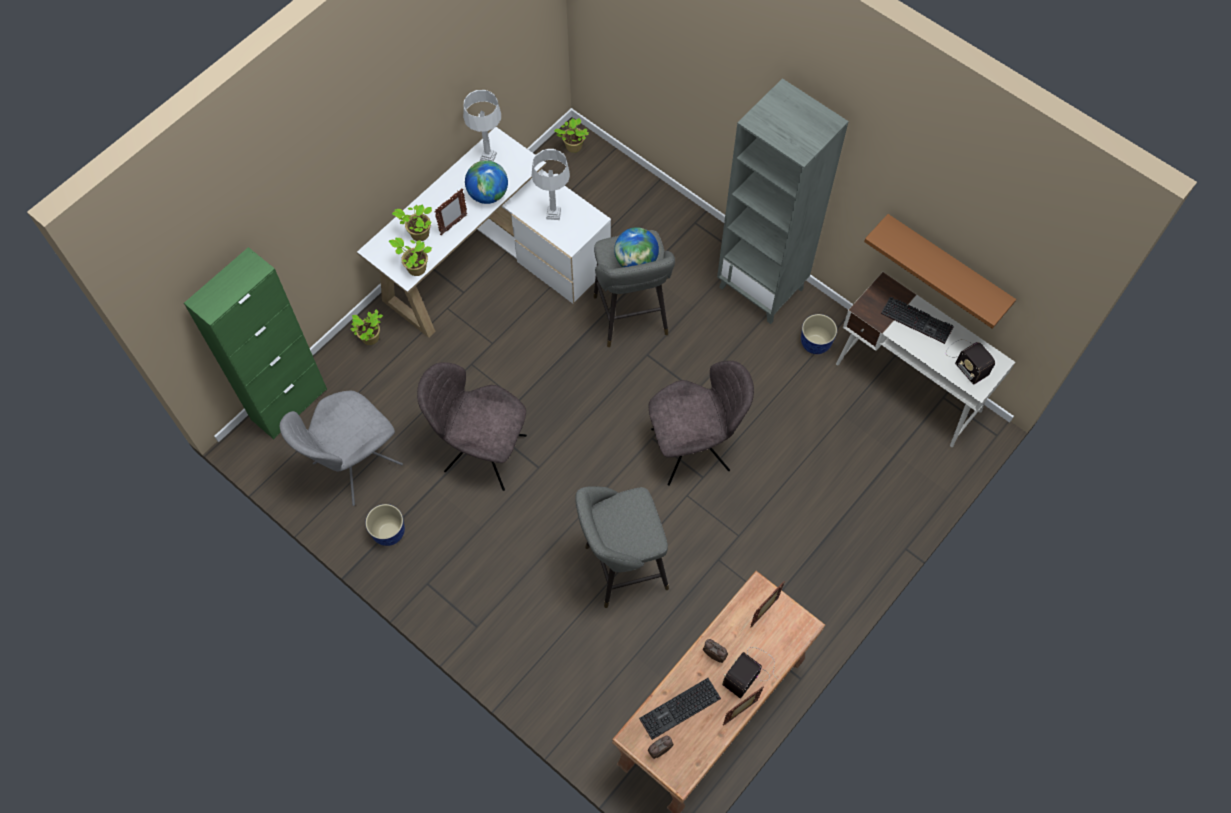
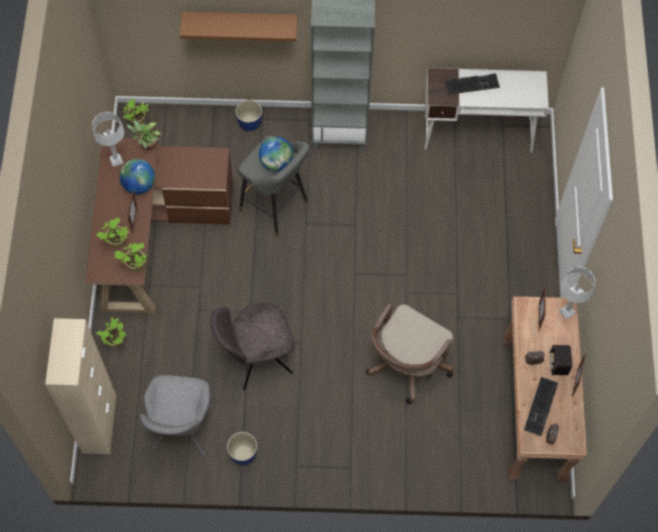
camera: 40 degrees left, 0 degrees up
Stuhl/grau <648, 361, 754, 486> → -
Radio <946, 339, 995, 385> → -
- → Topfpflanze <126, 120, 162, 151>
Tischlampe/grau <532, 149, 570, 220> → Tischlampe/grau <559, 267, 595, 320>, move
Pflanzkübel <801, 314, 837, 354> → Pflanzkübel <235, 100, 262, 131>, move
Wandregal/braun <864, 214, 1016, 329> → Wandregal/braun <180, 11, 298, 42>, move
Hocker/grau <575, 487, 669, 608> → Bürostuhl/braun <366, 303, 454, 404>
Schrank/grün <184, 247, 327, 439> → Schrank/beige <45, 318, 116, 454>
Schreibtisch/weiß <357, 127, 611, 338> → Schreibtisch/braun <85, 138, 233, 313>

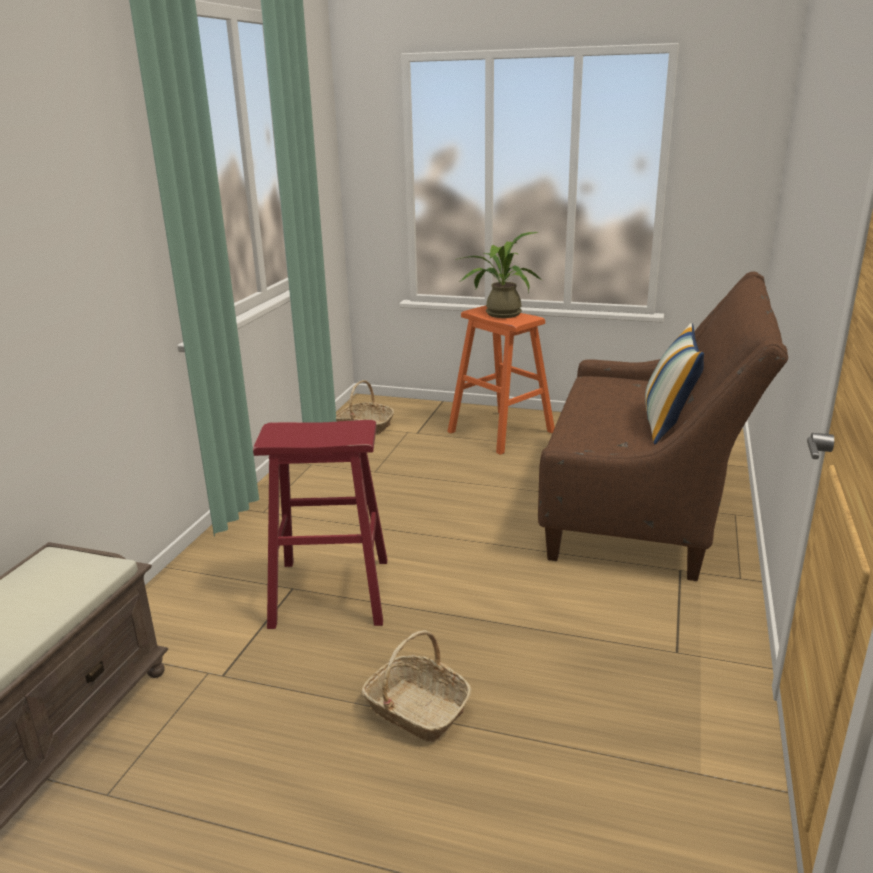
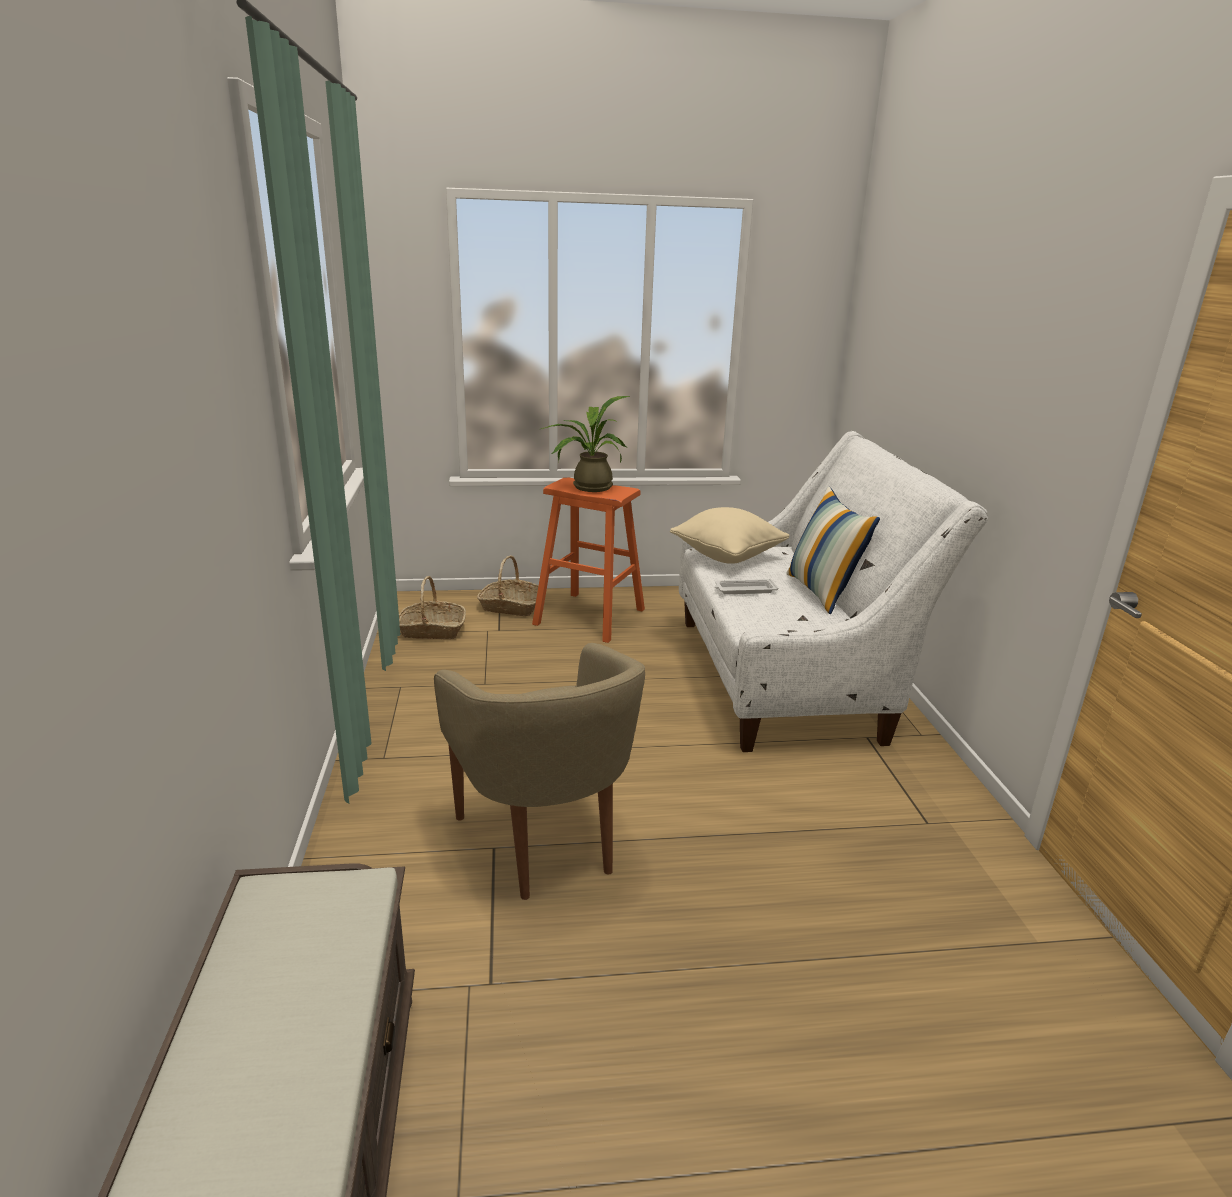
camera: 25 degrees left, 0 degrees up
- → Kissen/beige <670, 507, 790, 564>
- → Tablett/weiß <714, 579, 778, 594>
Korb <362, 630, 472, 742> → Korb <477, 556, 539, 616>, move
Hocker/rot <253, 420, 387, 629> → Sessel/beige <434, 643, 645, 900>
Sofa/braun <538, 271, 788, 581> → Sofa/weiß <679, 431, 988, 752>

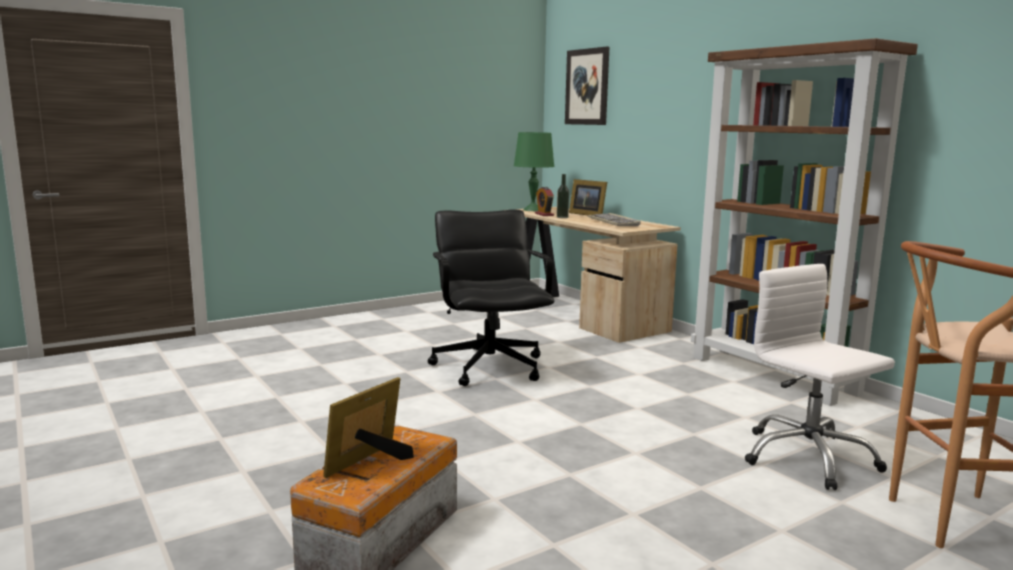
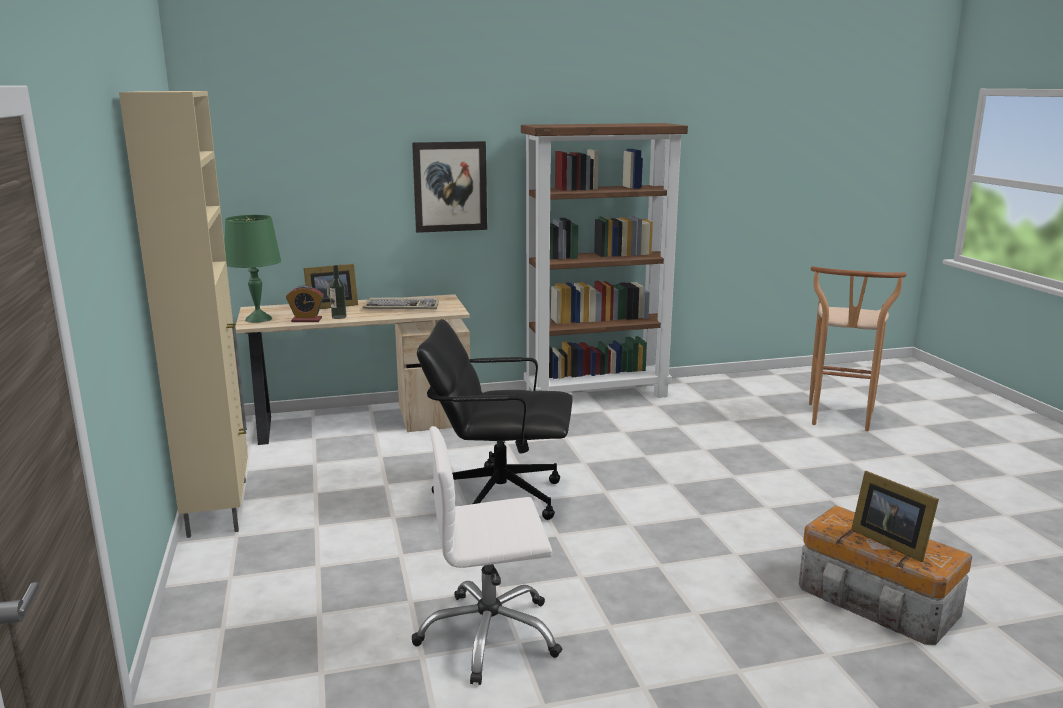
camera: 70 degrees left, 5 degrees up
- → Schrank/beige <119, 91, 248, 538>
Bild <565, 47, 609, 125> → Bild <412, 141, 487, 233>, move
Bürostuhl/weiß <745, 264, 895, 490> → Bürostuhl/weiß <412, 426, 562, 685>, move

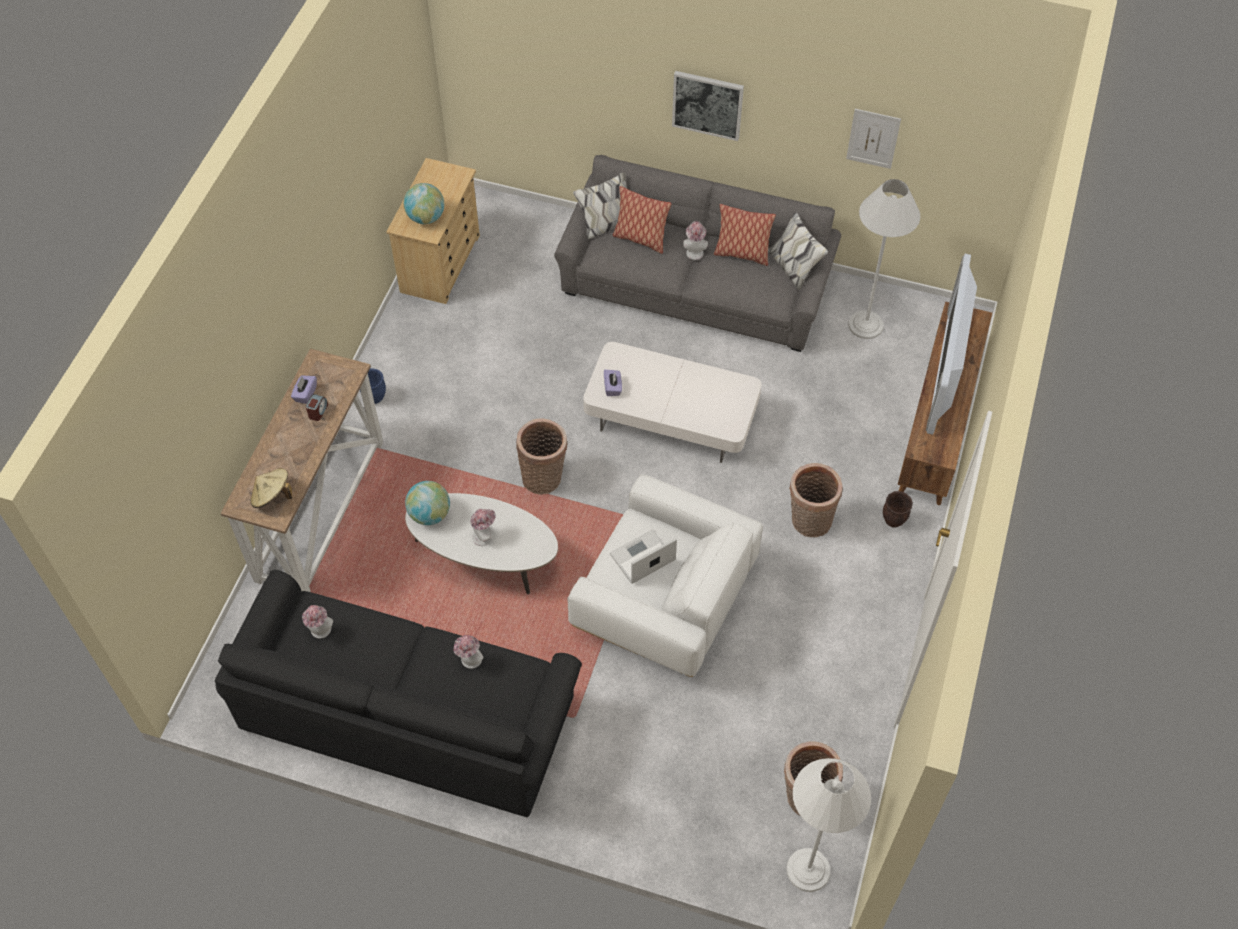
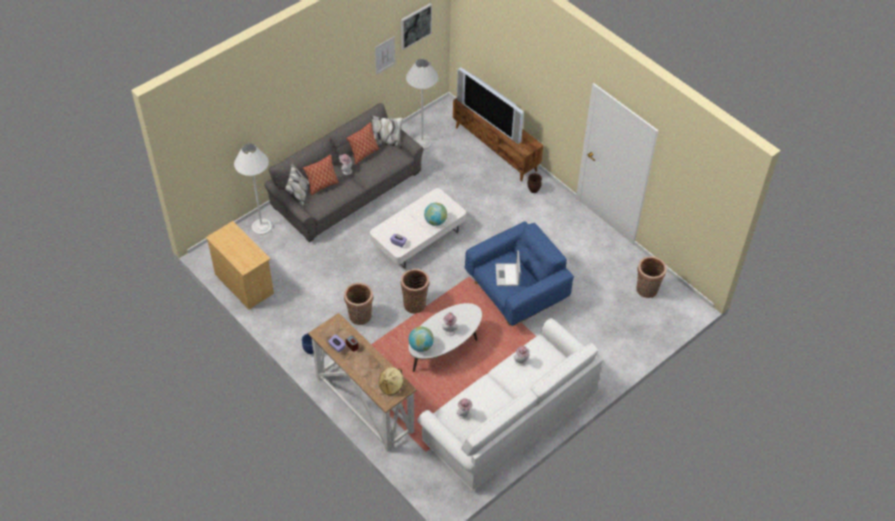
camera: 60 degrees left, 5 degrees down
Globus <404, 183, 444, 224> → Globus <424, 203, 447, 226>, move
Bild <672, 71, 744, 141> → Bild <401, 3, 432, 50>, move
Stehlampe/weiß <786, 758, 871, 892> → Stehlampe/weiß <234, 143, 272, 235>, move
Korb <789, 463, 843, 537> → Korb <344, 283, 373, 325>, move
Sofa/schwarz <215, 570, 582, 817> → Sofa/weiß <418, 318, 603, 490>
Sessel/weiß <567, 474, 763, 677> → Sessel/blau <465, 221, 574, 326>

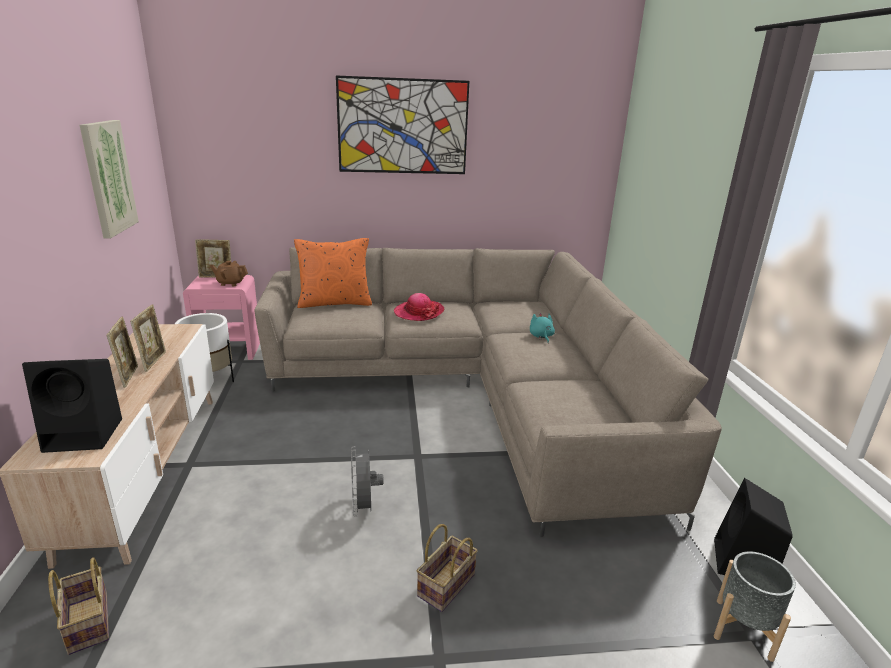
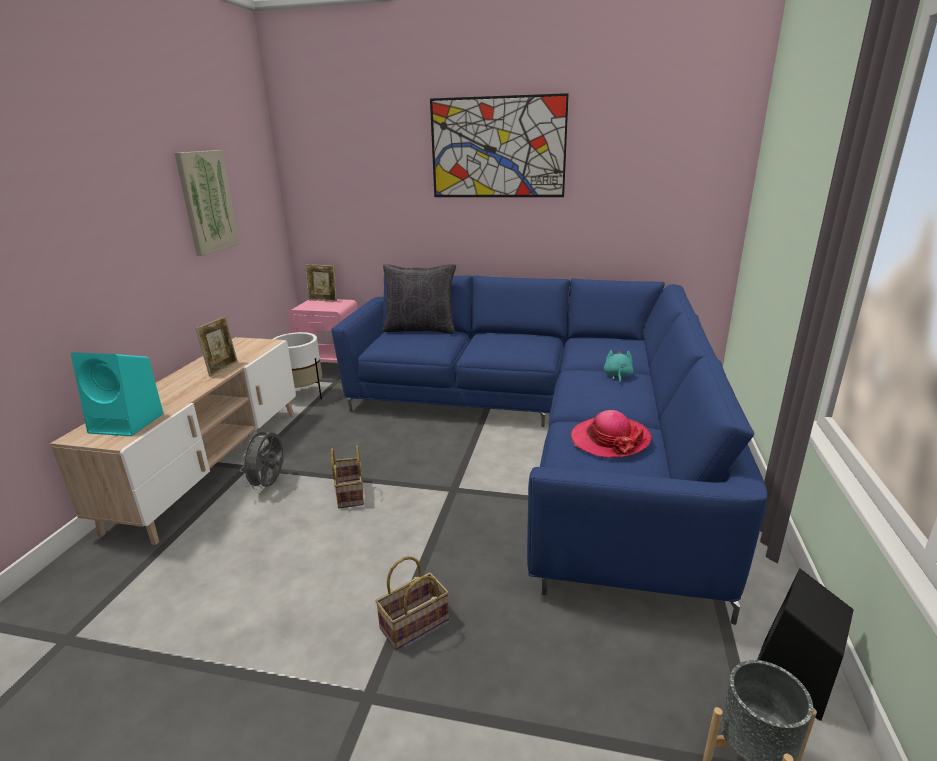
camera: 20 degrees right, 0 degrees up
Bilderrahmen <107, 317, 138, 388> → -
Teekanne/braun <210, 261, 248, 286> → -
Korb <48, 557, 109, 655> → Korb <331, 445, 364, 508>, move
Ventilator/grau <351, 446, 384, 517> → Ventilator/grau <239, 428, 283, 490>, move
Hut <394, 293, 445, 321> → Hut <571, 410, 652, 458>, move
Lautsprecher/schwarz <22, 359, 122, 453> → Lautsprecher/türkis <71, 352, 164, 436>
Sofa/beige <254, 247, 722, 537> → Sofa/blau <331, 274, 768, 625>
Kissen/orange <294, 238, 372, 308> → Kissen/schwarz <382, 264, 456, 334>

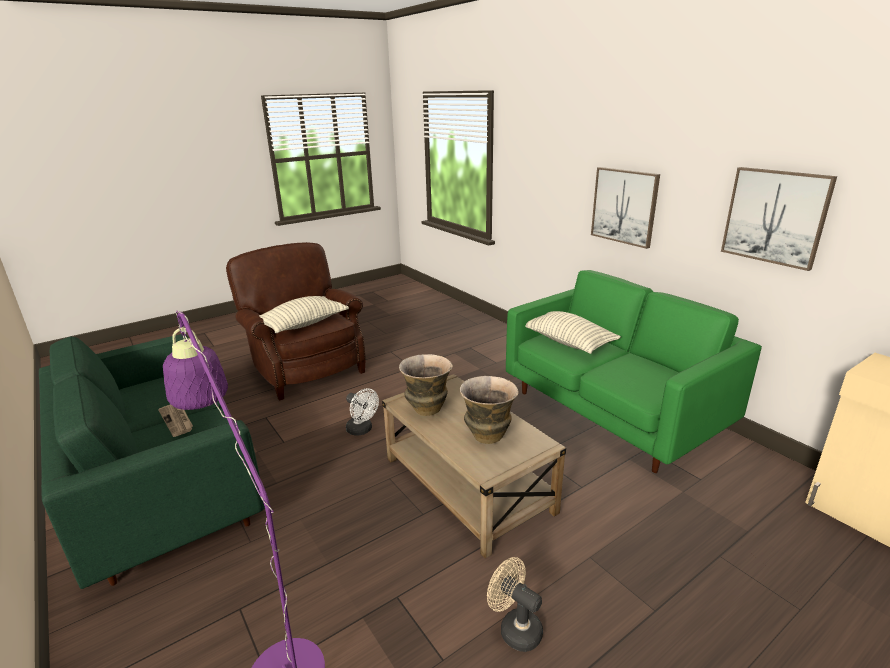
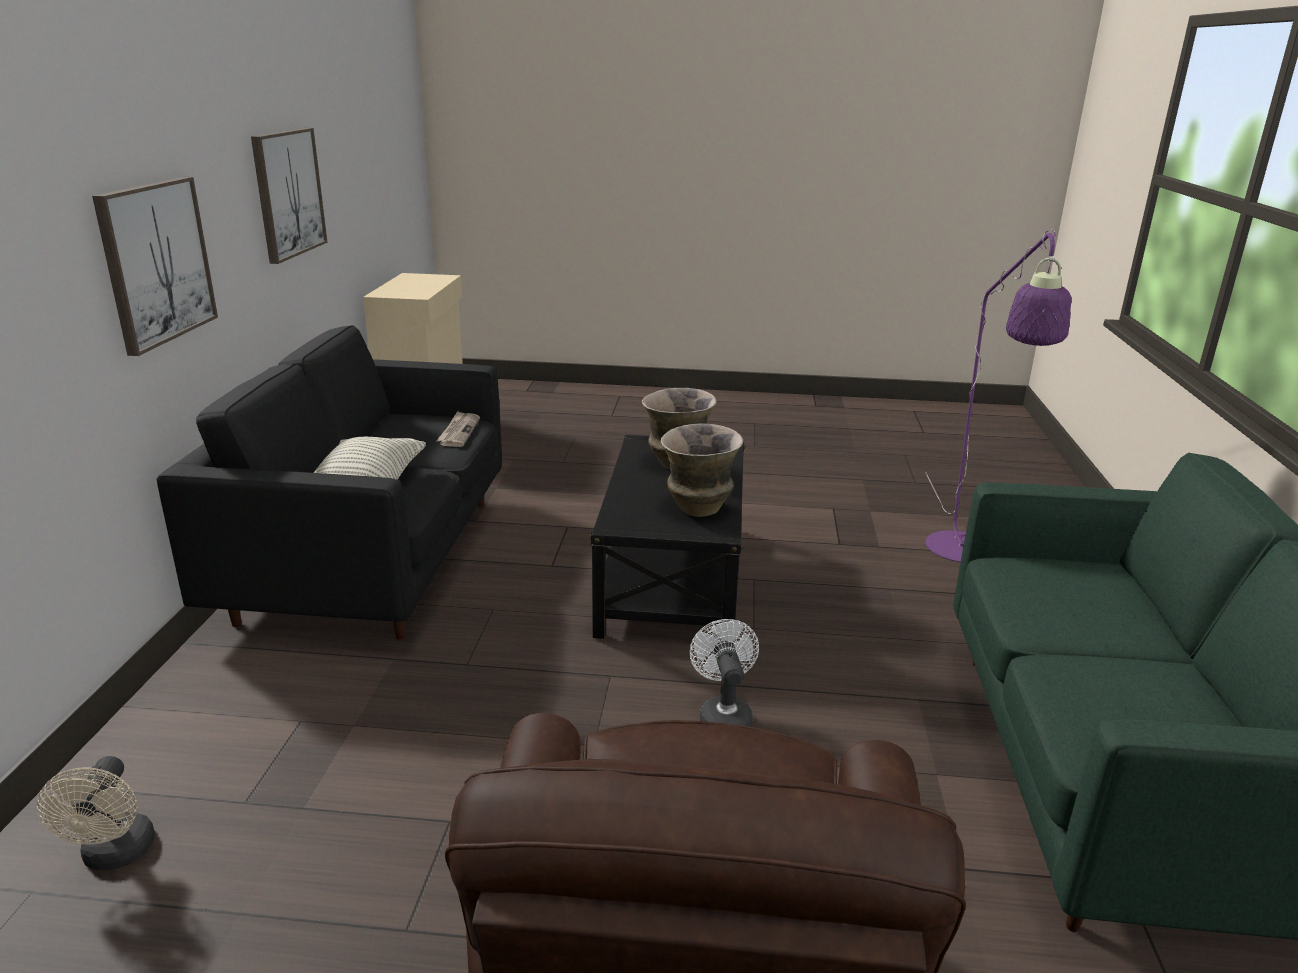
camera: 140 degrees left, 0 degrees up
Kissen <259, 296, 349, 333> → -
Zeitung <158, 404, 193, 437> → Zeitung <436, 411, 480, 447>, move
Ventilator/beige <487, 557, 543, 652> → Ventilator/beige <37, 756, 155, 870>, move
Couchtisch/beige <382, 374, 566, 559> → Couchtisch/schwarz <590, 435, 745, 644>
Sofa/grün <506, 270, 762, 473> → Sofa/schwarz <156, 325, 502, 639>

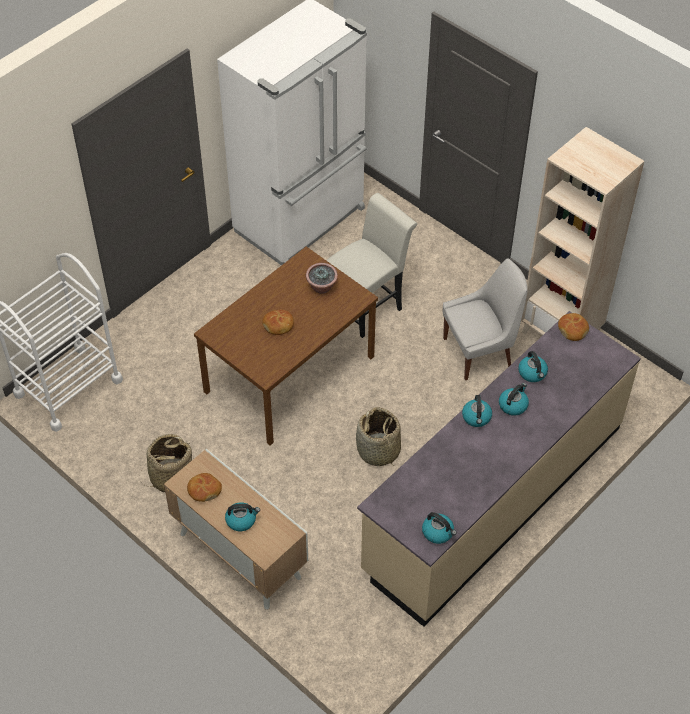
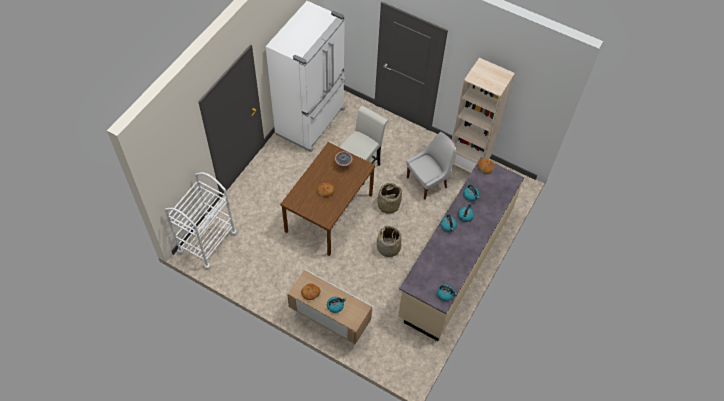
camera: 15 degrees left, 5 degrees up
Korb <141, 434, 195, 492> → Korb <377, 183, 402, 214>, move

